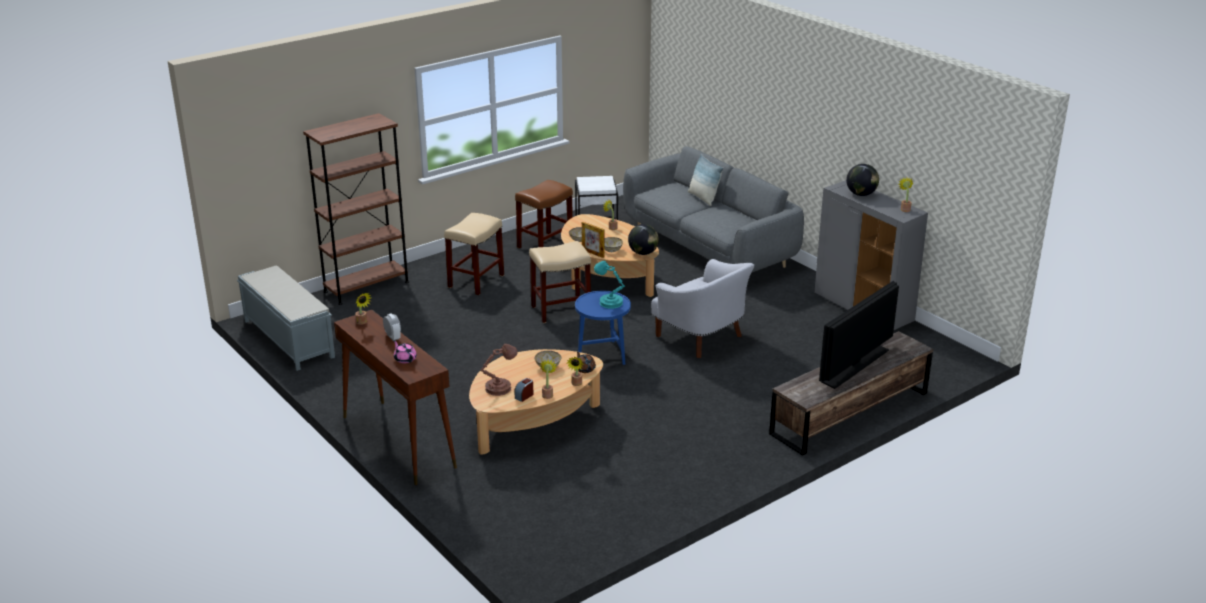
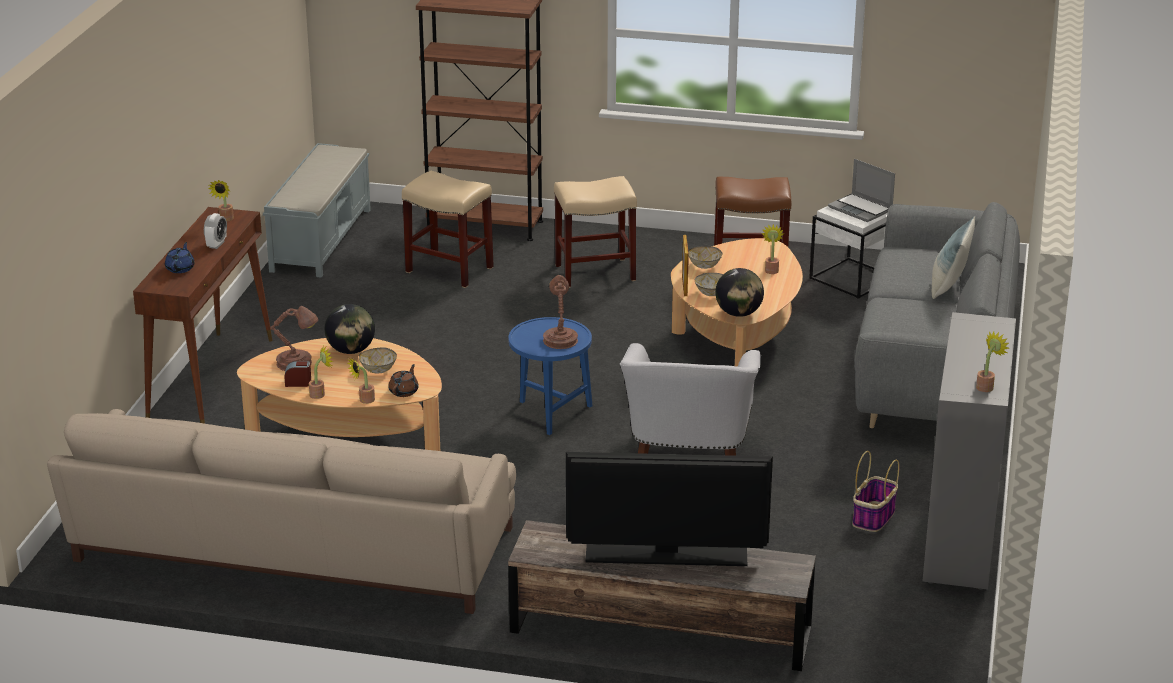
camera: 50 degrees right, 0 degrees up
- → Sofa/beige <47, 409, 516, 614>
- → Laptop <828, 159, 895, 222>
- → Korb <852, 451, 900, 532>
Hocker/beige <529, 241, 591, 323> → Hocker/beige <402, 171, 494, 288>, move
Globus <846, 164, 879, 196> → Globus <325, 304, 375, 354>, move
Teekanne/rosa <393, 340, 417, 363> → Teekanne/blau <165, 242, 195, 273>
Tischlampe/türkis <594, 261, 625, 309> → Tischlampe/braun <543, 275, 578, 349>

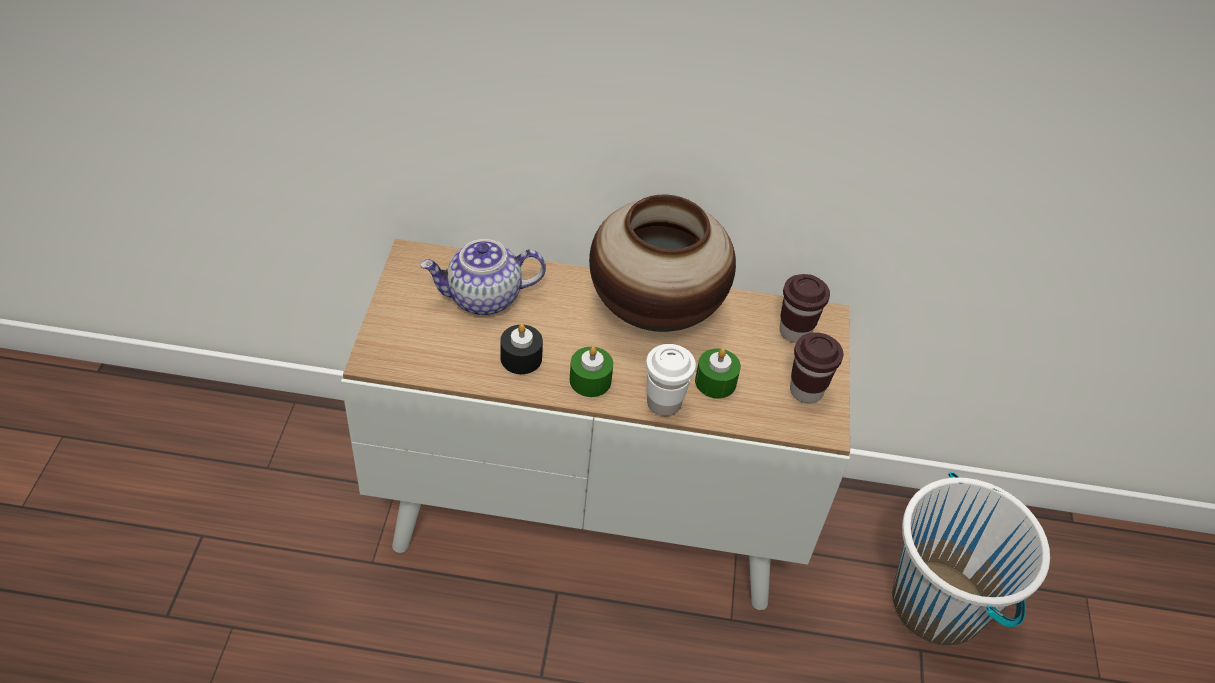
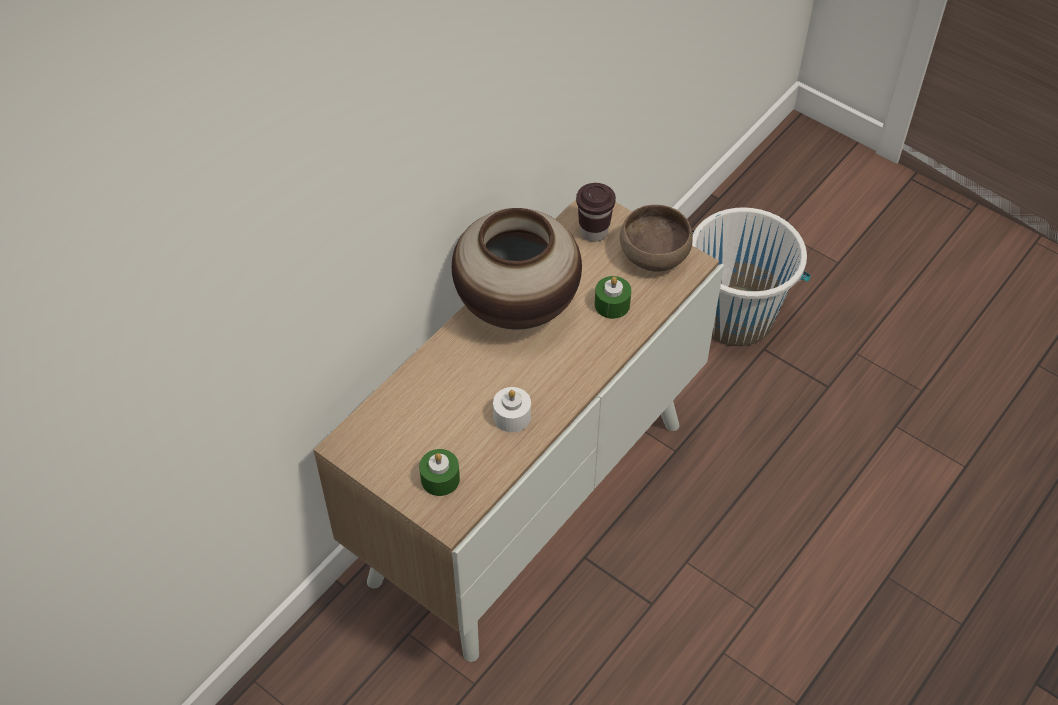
camera: 55 degrees left, 5 degrees up
Teekanne <420, 239, 546, 315> → -
Tasse/weiß <646, 344, 696, 416> → -
Kerze/grün <569, 347, 613, 397> → Kerze/grün <419, 449, 460, 496>, move
Tasse/braun <790, 332, 843, 403> → Schüssel/braun <620, 205, 693, 272>
Kerze/schwarz <500, 324, 543, 374> → Kerze/weiß <493, 387, 531, 432>

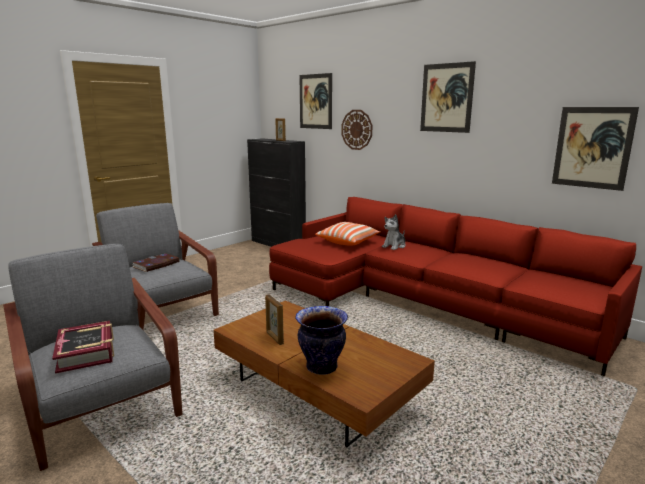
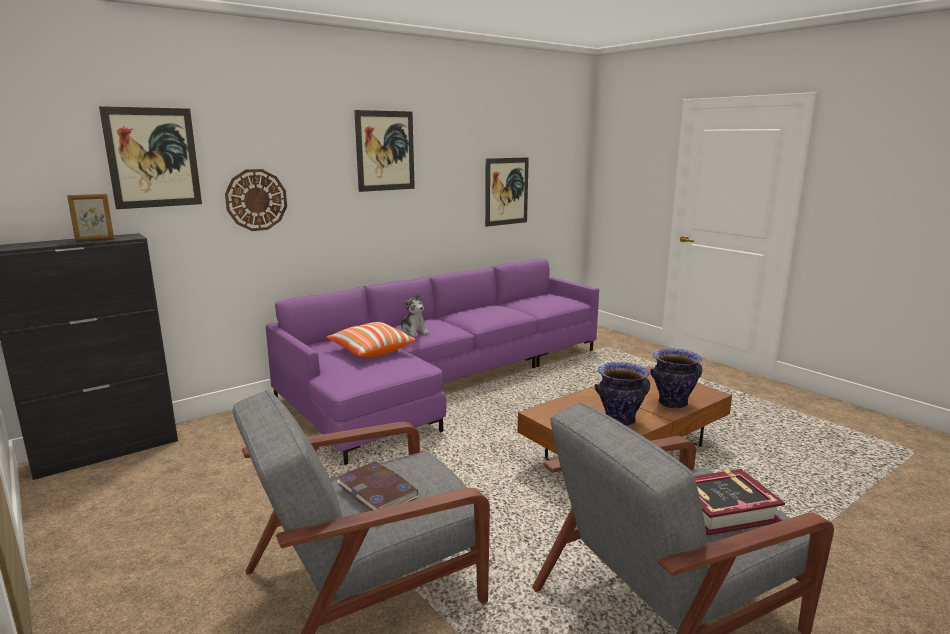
camera: 80 degrees left, 0 degrees up
Bilderrahmen <265, 294, 284, 345> → Vase <595, 362, 650, 426>
Sofa/rot <269, 197, 642, 376> → Sofa/lila <266, 258, 599, 465>

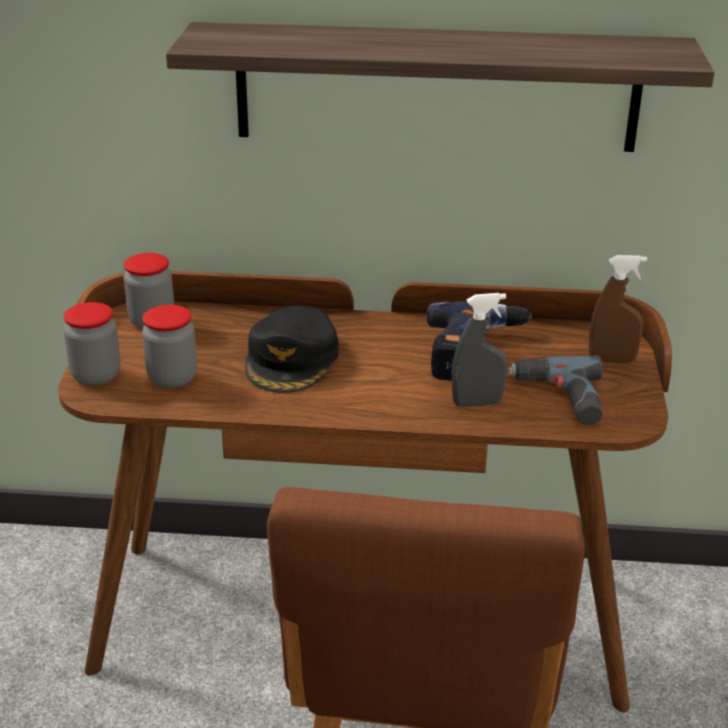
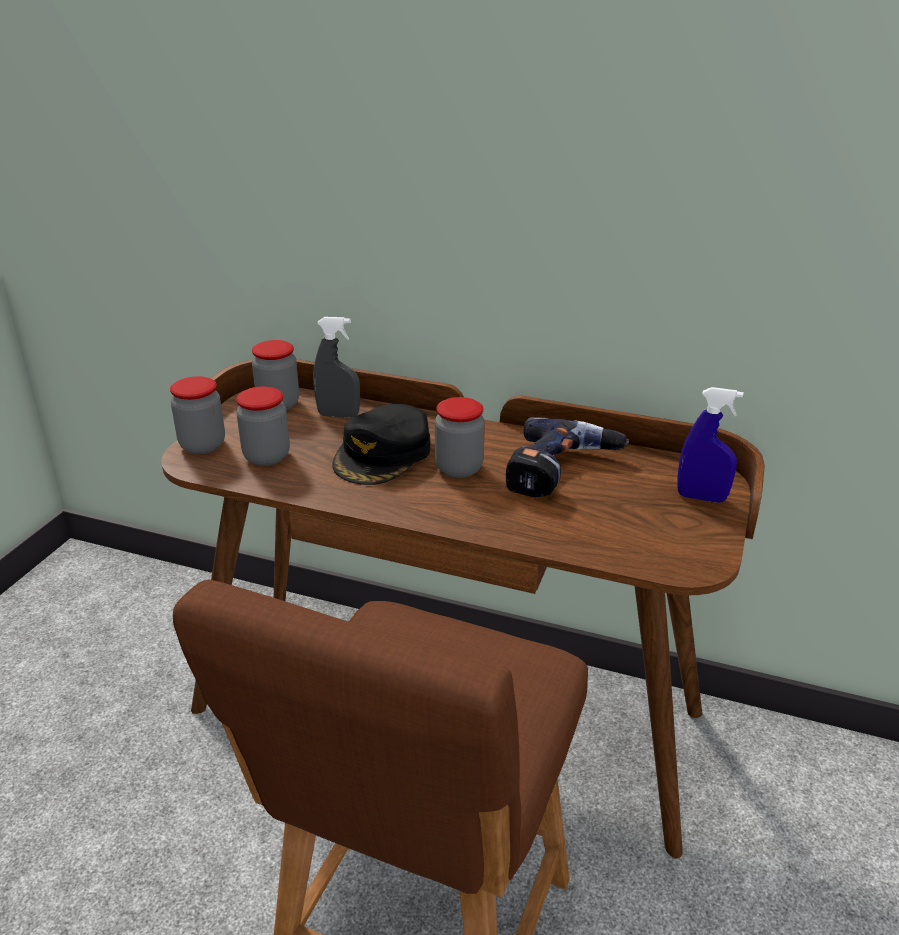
camera: 15 degrees right, 0 degrees up
Wandregal <166, 22, 714, 152> → -
Bohrmaschine <509, 356, 602, 425> → -
- → Vorratsglas <435, 397, 485, 478>
Sprühflasche/grau <452, 293, 507, 407> → Sprühflasche/grau <313, 317, 360, 418>, move
Sprühflasche/braun <589, 255, 647, 363> → Sprühflasche/blau <677, 387, 744, 503>

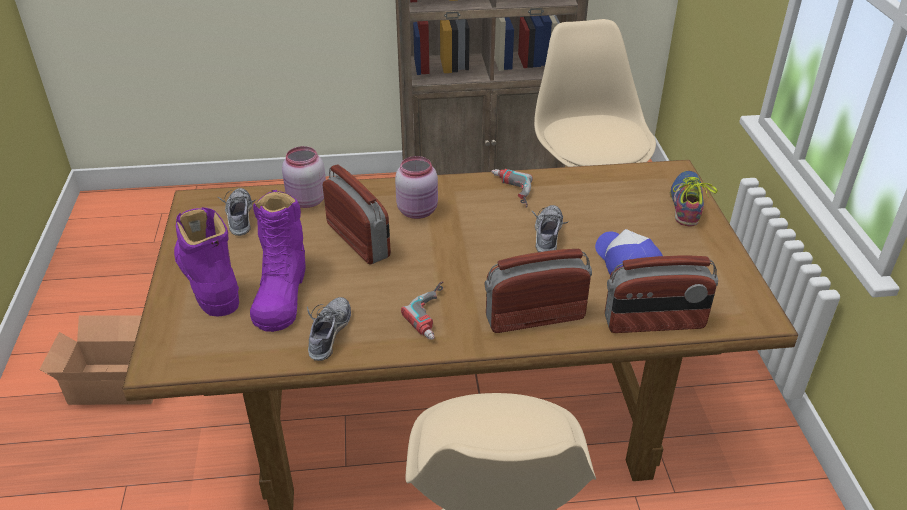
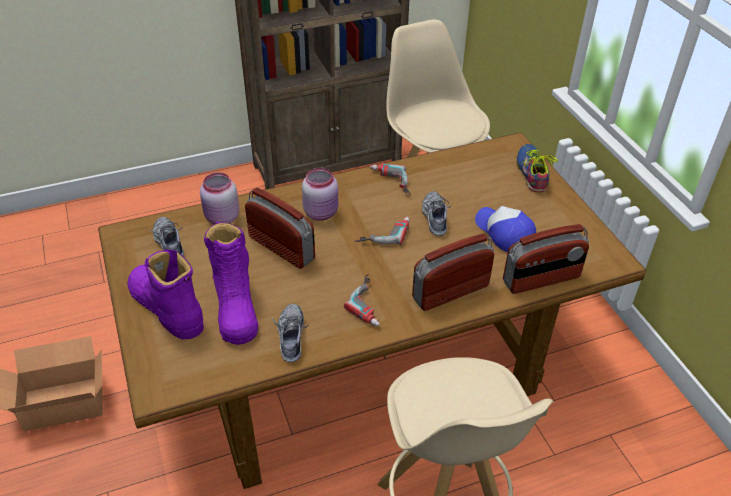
camera: 15 degrees left, 5 degrees up
- → Bohrmaschine <355, 217, 410, 245>

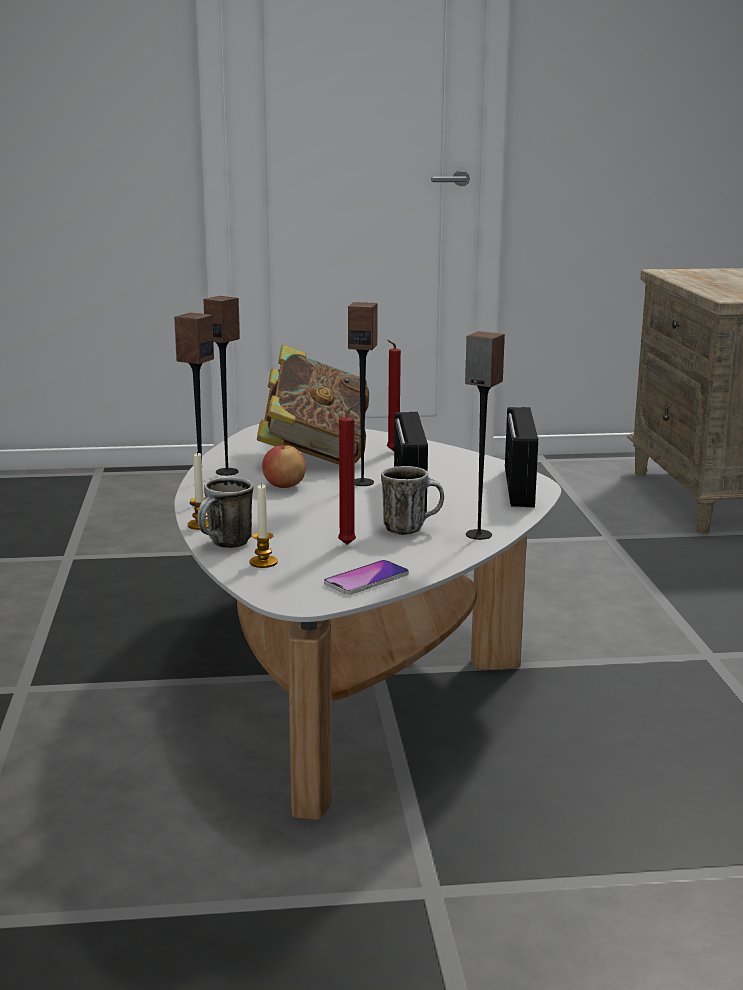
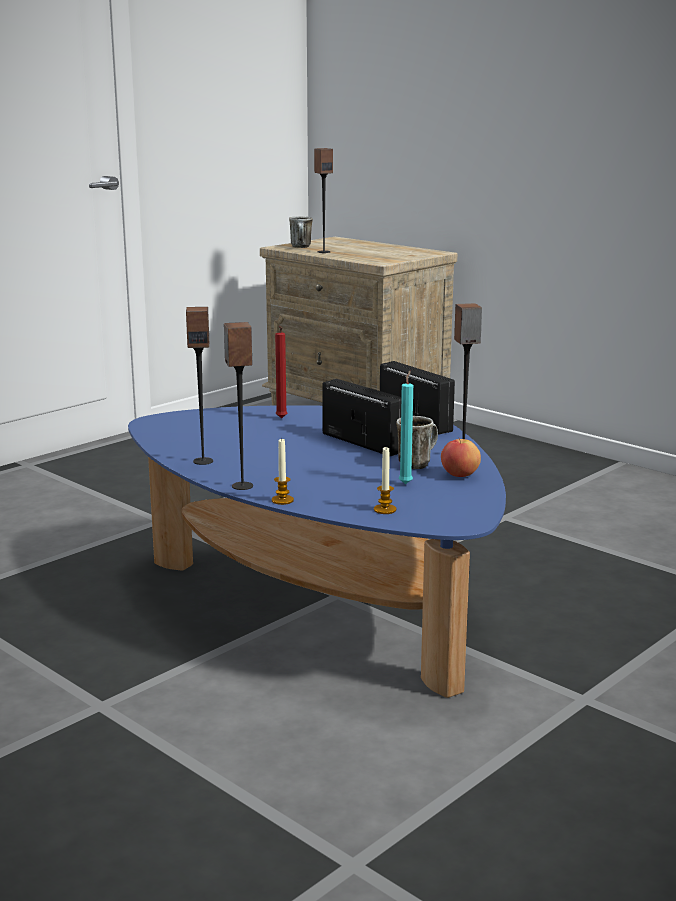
camera: 40 degrees left, 0 degrees up
Buch <257, 345, 369, 465> → -
Handy <324, 560, 409, 595> → -
Henkelbecher <197, 477, 253, 548> → Henkelbecher <289, 216, 313, 248>, move
Apfel <262, 444, 306, 488> → Apfel <441, 437, 481, 477>, move
Lautsprecher <348, 302, 378, 486> → Lautsprecher <314, 148, 333, 253>, move
Couchtisch/weiß <174, 424, 561, 820> → Couchtisch/blau <128, 405, 506, 698>
Kerze/rot <338, 402, 360, 545> → Kerze/türkis <399, 371, 413, 484>

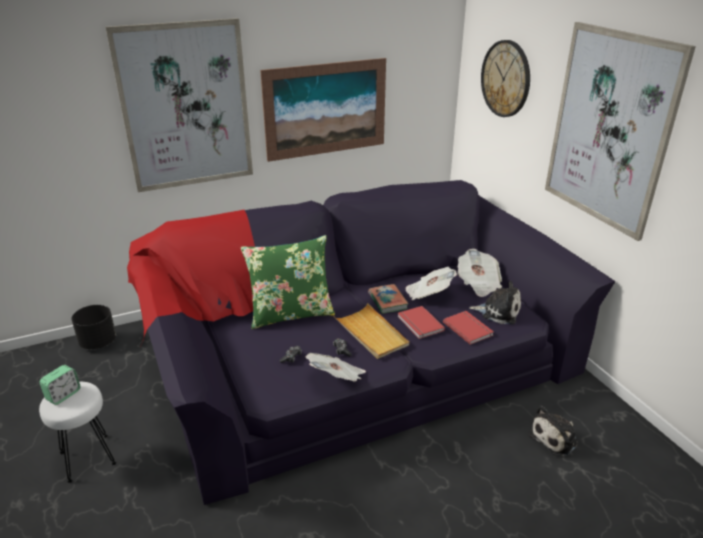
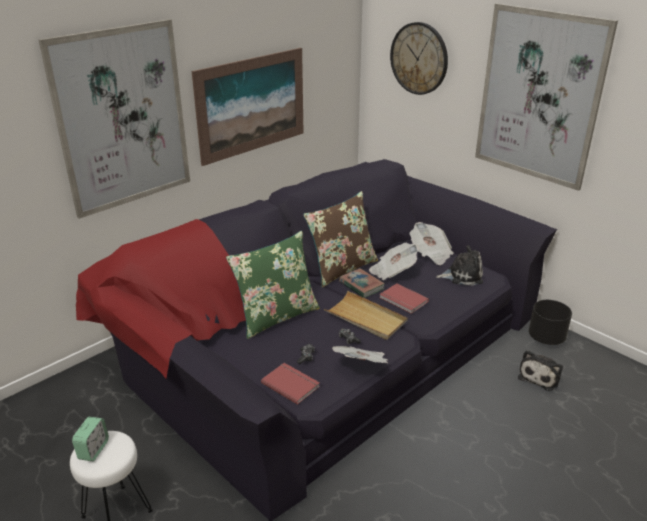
camera: 20 degrees left, 0 degrees up
- → Kissen/braun <303, 191, 378, 287>
Pflanzkübel/schwarz <71, 305, 116, 349> → Pflanzkübel/schwarz <529, 300, 572, 345>, move
Buch/rot <443, 311, 494, 345> → Buch/rot <261, 363, 320, 405>, move

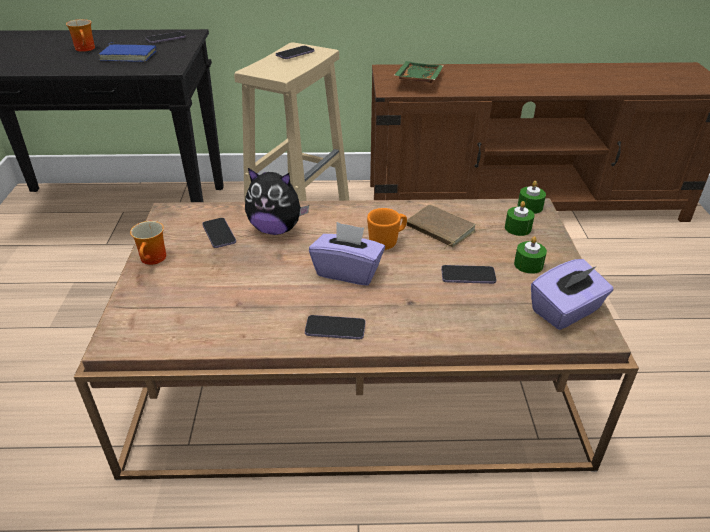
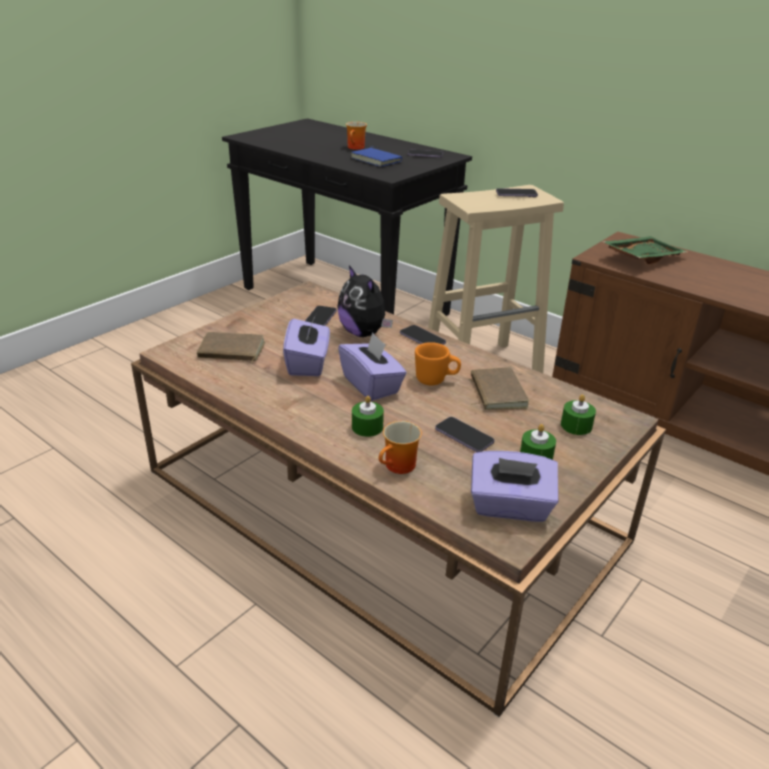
camera: 40 degrees right, 5 degrees down
- → Buch/braun <197, 332, 265, 364>
- → Taschentuchbox/lila <283, 316, 330, 376>
Henkelbecher <130, 221, 166, 265> → Henkelbecher <379, 421, 422, 474>, move
Handy <305, 315, 365, 340> → Handy <400, 325, 446, 345>, move
Kerze/grün <517, 181, 546, 214> → Kerze/grün <352, 396, 384, 437>, move

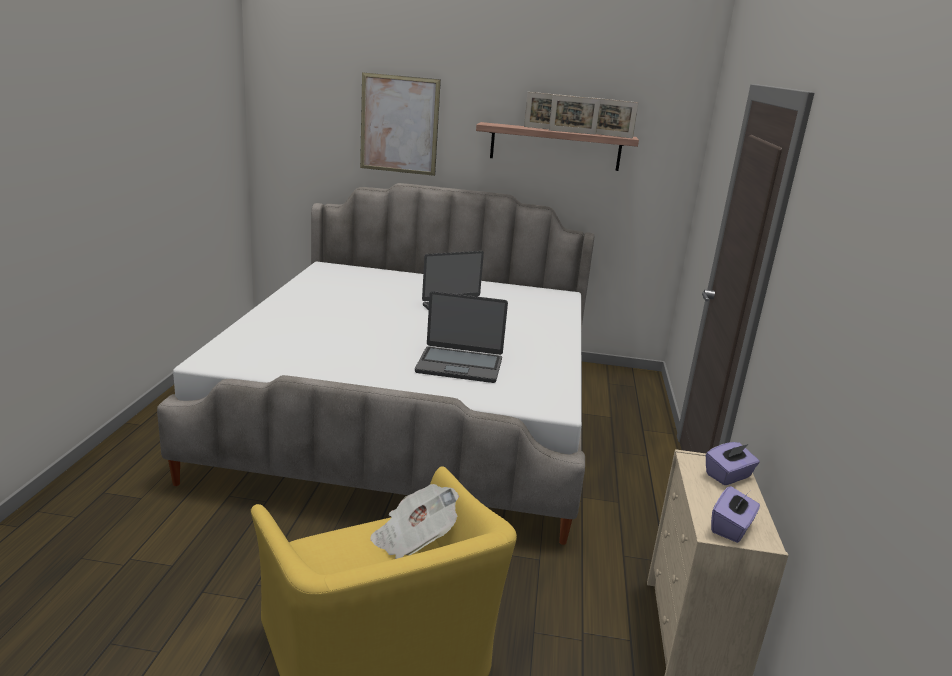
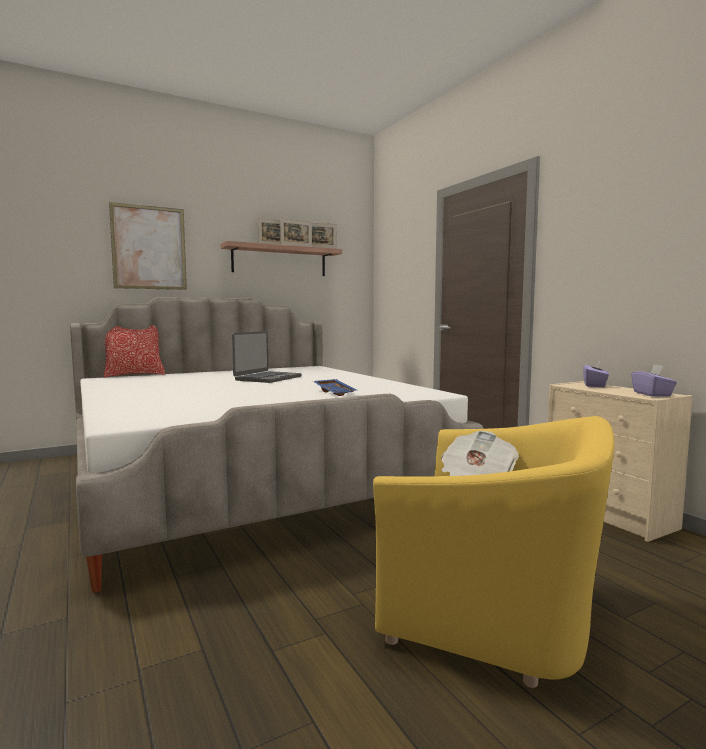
camera: 35 degrees left, 15 degrees down
- → Kissen <104, 325, 165, 378>
Laptop <415, 291, 508, 383> → Tablett/blau <313, 379, 357, 396>

